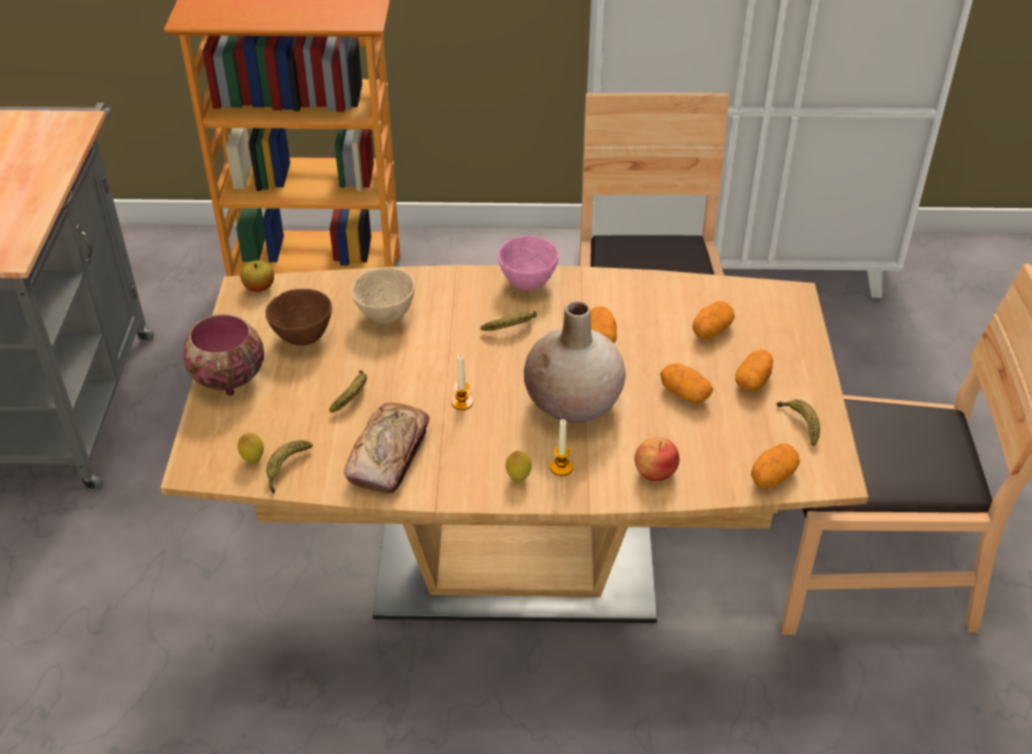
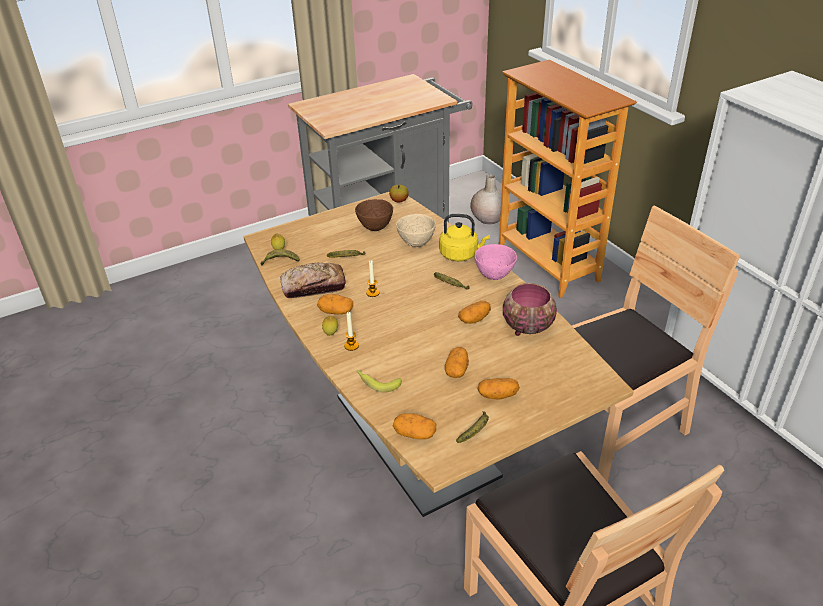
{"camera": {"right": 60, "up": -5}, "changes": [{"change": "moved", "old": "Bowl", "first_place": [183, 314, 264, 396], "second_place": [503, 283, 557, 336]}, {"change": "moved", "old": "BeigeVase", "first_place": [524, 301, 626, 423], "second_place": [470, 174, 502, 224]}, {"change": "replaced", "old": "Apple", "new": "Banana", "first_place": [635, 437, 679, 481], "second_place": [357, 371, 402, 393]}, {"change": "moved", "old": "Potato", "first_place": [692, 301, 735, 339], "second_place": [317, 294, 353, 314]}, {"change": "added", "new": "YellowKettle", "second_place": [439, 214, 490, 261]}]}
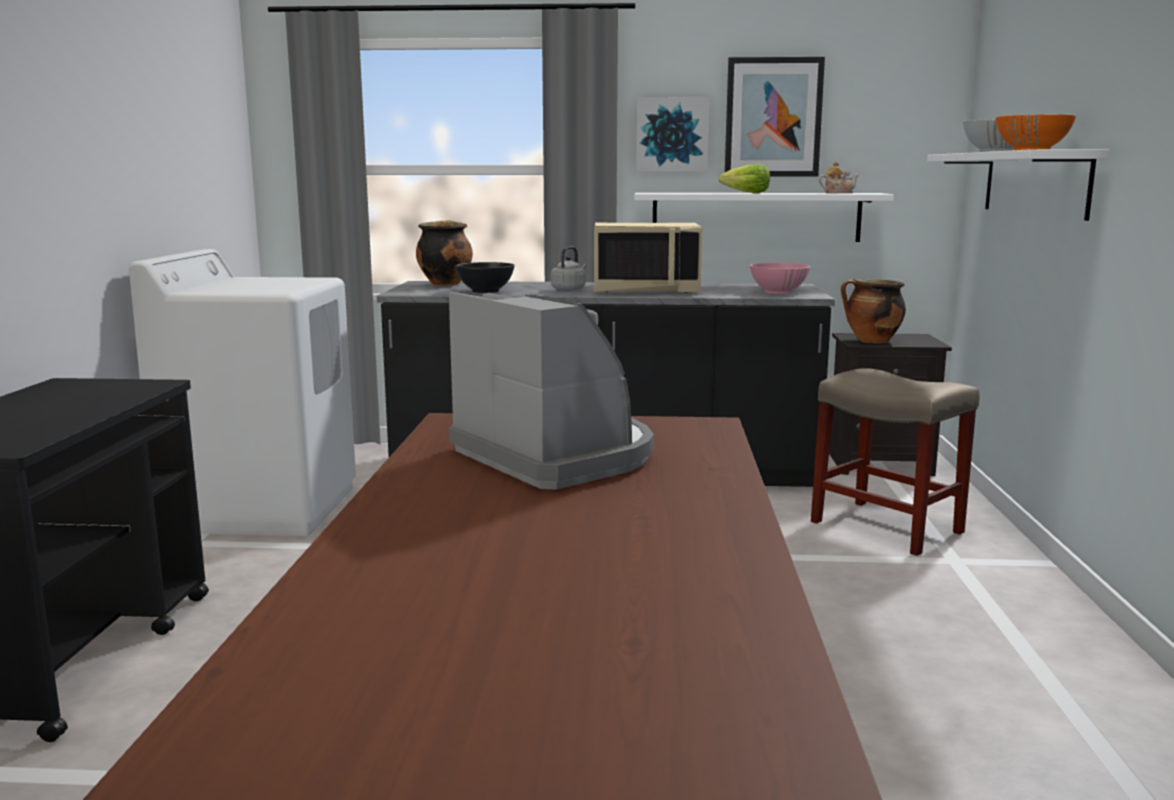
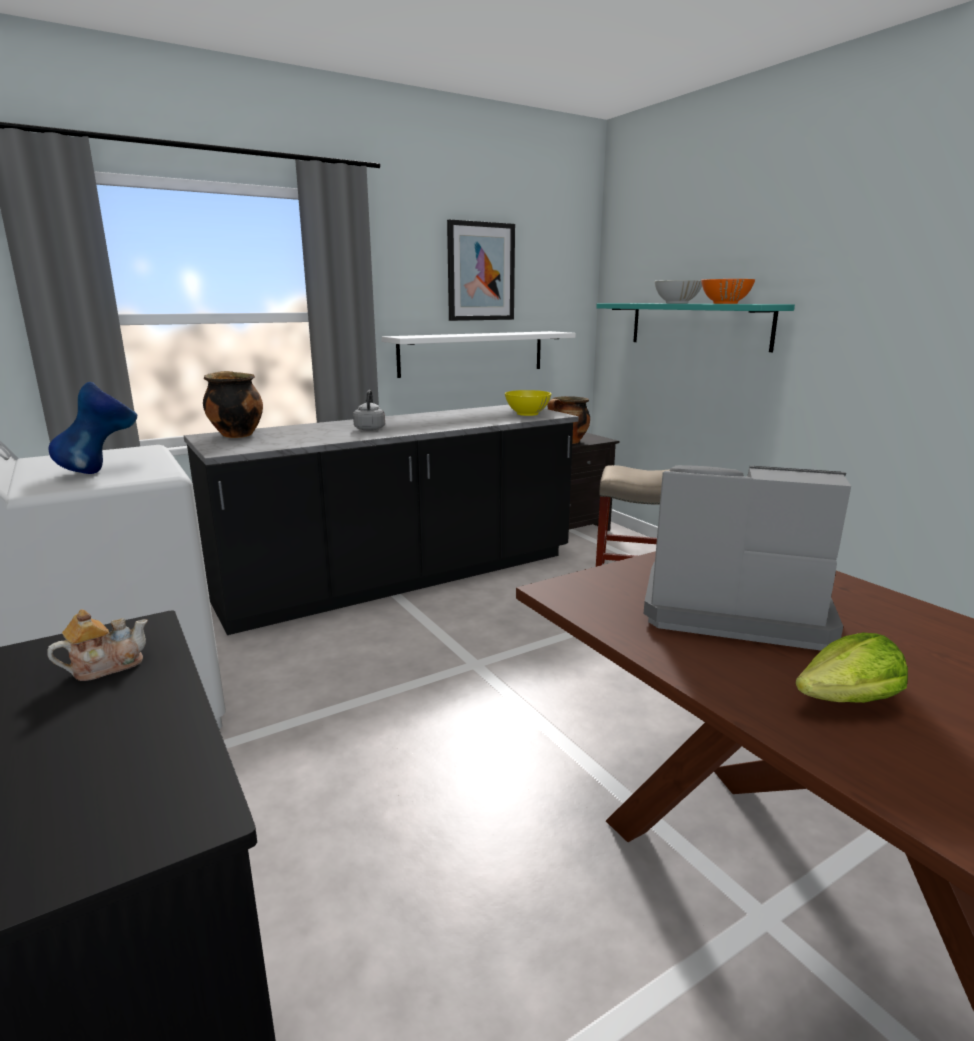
{"camera": {"right": -35, "up": 5}, "changes": [{"change": "removed", "old": "BlackBowl", "first_place": [455, 262, 515, 293]}, {"change": "removed", "old": "BeigeMicrowave", "first_place": [594, 223, 702, 293]}, {"change": "removed", "old": "Picture", "first_place": [636, 97, 710, 171]}, {"change": "moved", "old": "Lettuce", "first_place": [718, 164, 770, 193], "second_place": [795, 633, 908, 703]}, {"change": "recoloured", "old": "PinkBowl", "new": "YellowBowl", "first_place": [750, 263, 810, 294], "second_place": [505, 390, 551, 416]}, {"change": "moved", "old": "Teapot", "first_place": [819, 161, 859, 193], "second_place": [47, 609, 148, 681]}, {"change": "recoloured", "old": "WhiteShelf", "new": "TurquoiseShelf", "first_place": [927, 149, 1109, 221], "second_place": [596, 303, 795, 352]}, {"change": "added", "new": "BlueVase", "second_place": [48, 382, 137, 474]}]}
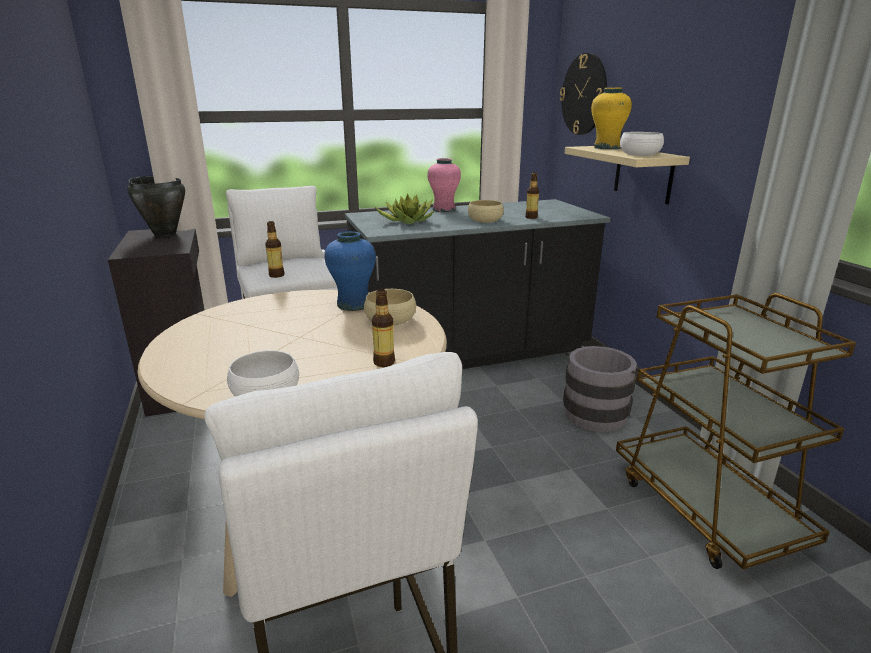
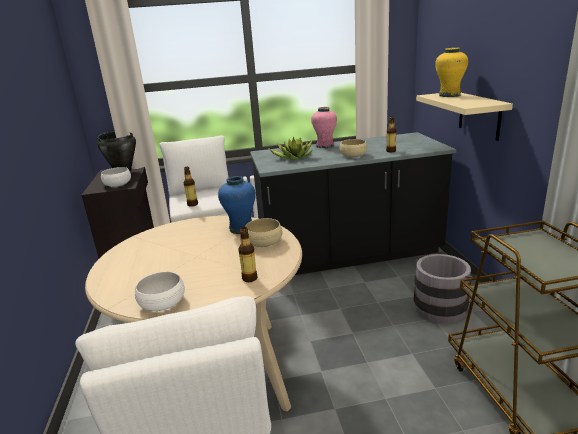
{"camera": {"right": 10, "up": 0}, "changes": [{"change": "removed", "old": "WallClock", "first_place": [560, 53, 607, 135]}, {"change": "moved", "old": "WhiteBowl", "first_place": [620, 132, 664, 156], "second_place": [101, 167, 131, 187]}]}
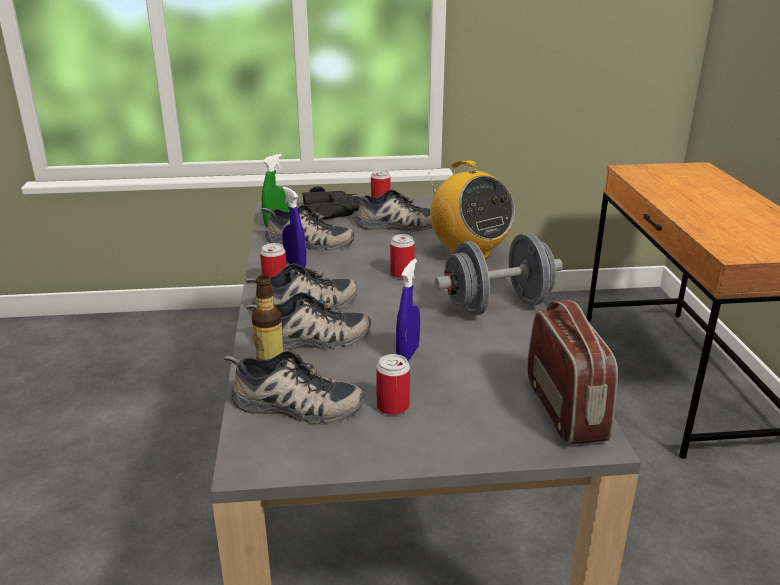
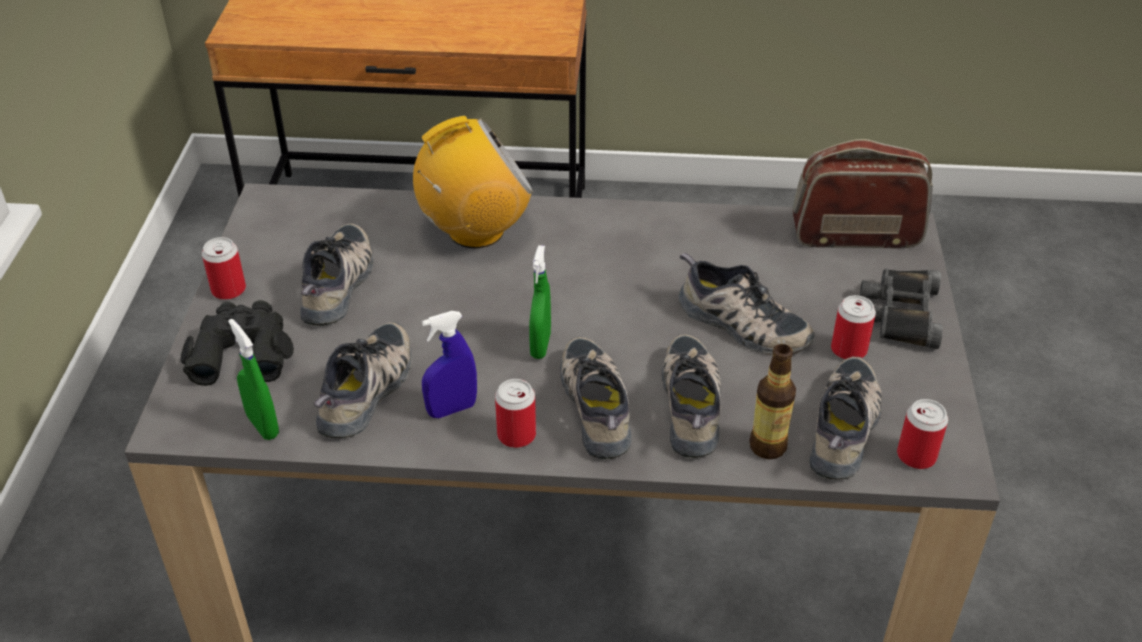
{"camera": {"right": -80, "up": 15}, "changes": [{"change": "moved", "old": "Can", "first_place": [390, 234, 415, 279], "second_place": [897, 399, 948, 469]}, {"change": "replaced", "old": "BlueSprayBottle", "new": "Shoe", "first_place": [396, 259, 420, 361], "second_place": [679, 253, 815, 355]}, {"change": "removed", "old": "GreyDumbbell", "first_place": [435, 233, 563, 316]}, {"change": "added", "new": "GreenSprayBottle", "second_place": [529, 245, 551, 359]}, {"change": "added", "new": "BlackBinoculars", "second_place": [860, 269, 943, 349]}]}
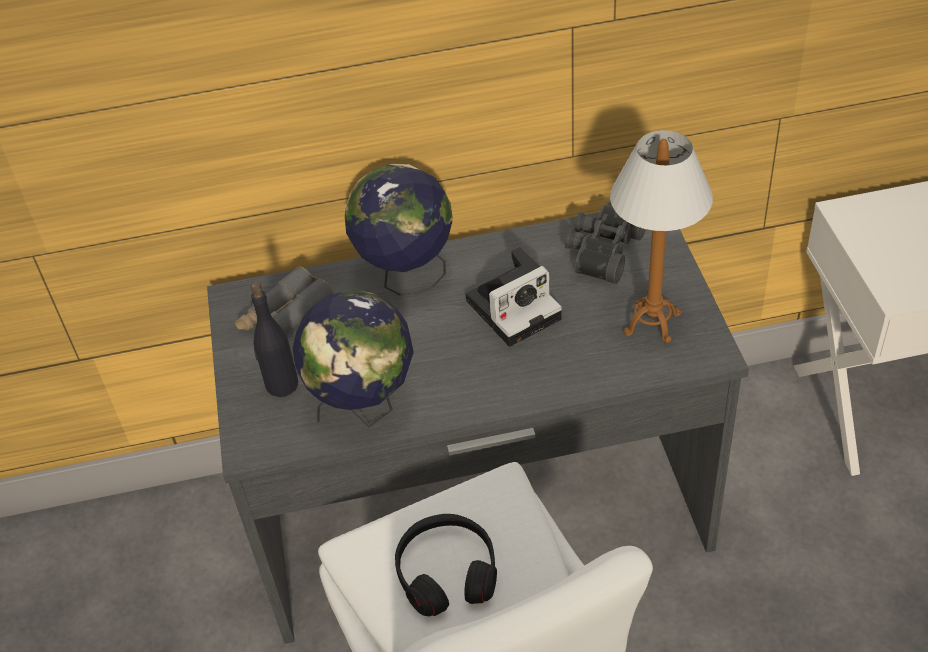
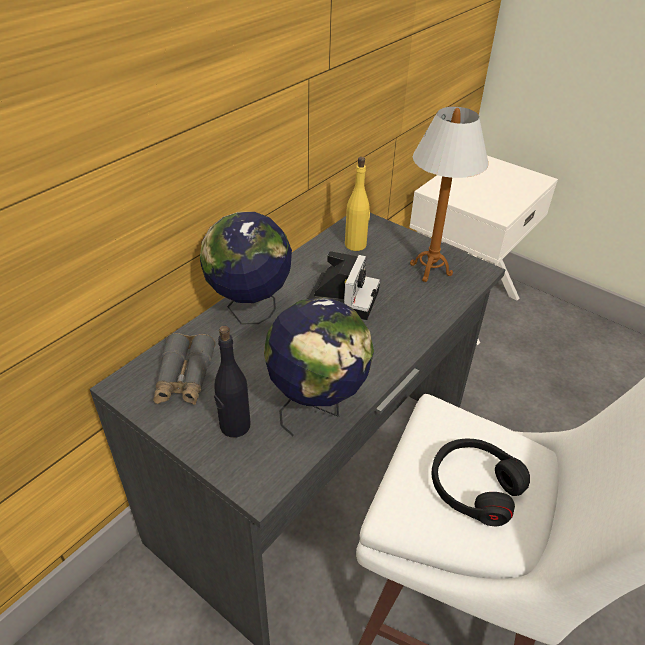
{"camera": {"right": -45, "up": -5}, "changes": [{"change": "replaced", "old": "BlackBinoculars", "new": "YellowBottle", "first_place": [565, 202, 646, 284], "second_place": [345, 157, 370, 251]}]}
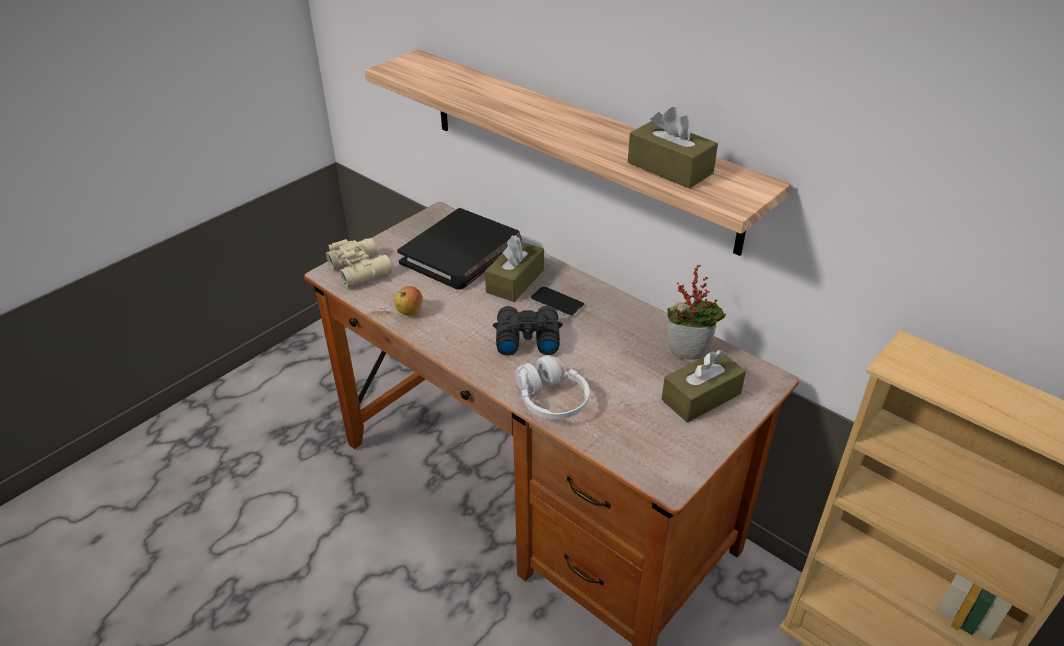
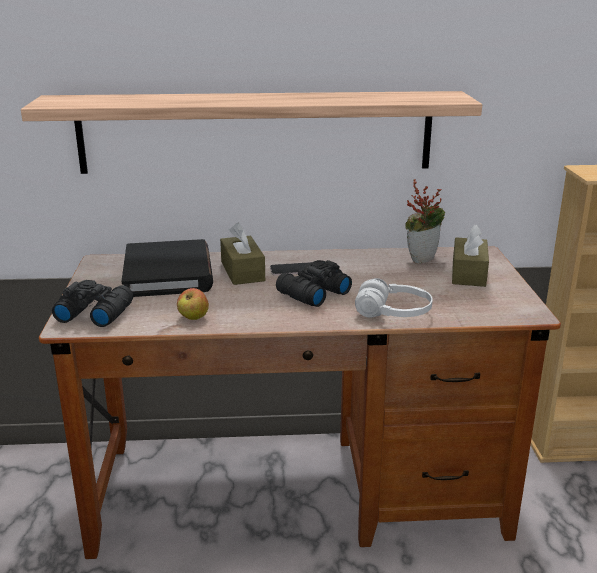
{"camera": {"right": -45, "up": -15}, "changes": [{"change": "recoloured", "old": "BeigeBinoculars", "new": "BlackBinoculars", "first_place": [326, 238, 392, 287], "second_place": [52, 280, 133, 327]}, {"change": "removed", "old": "BrownTissueBox", "first_place": [628, 107, 718, 189]}]}
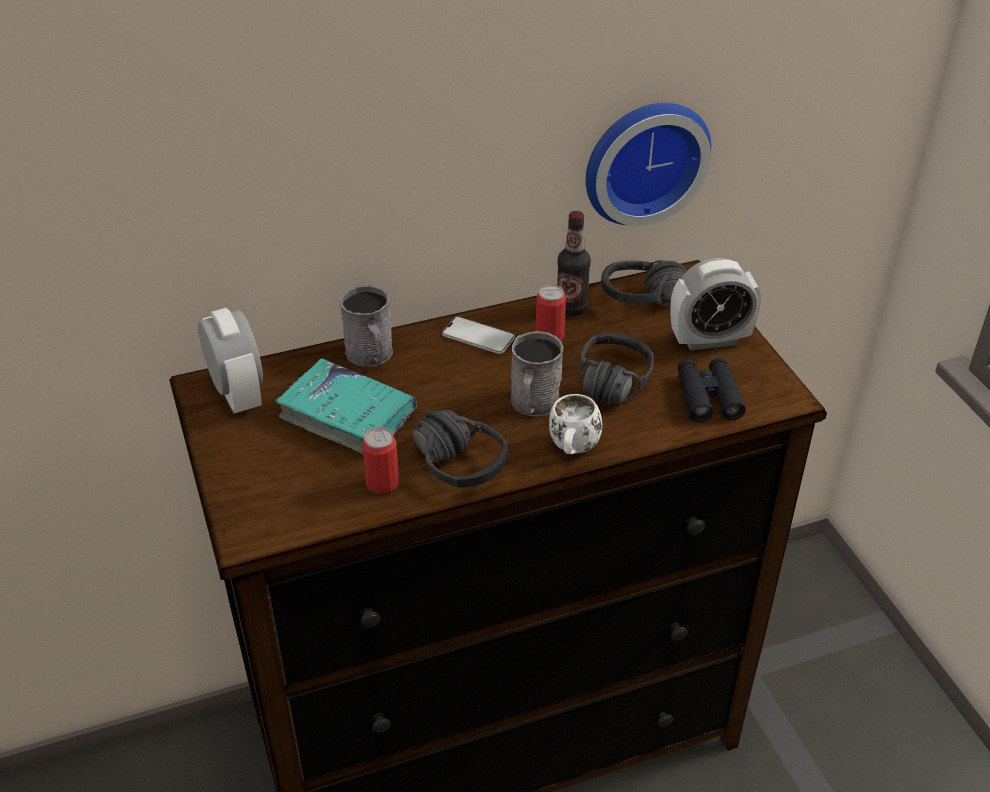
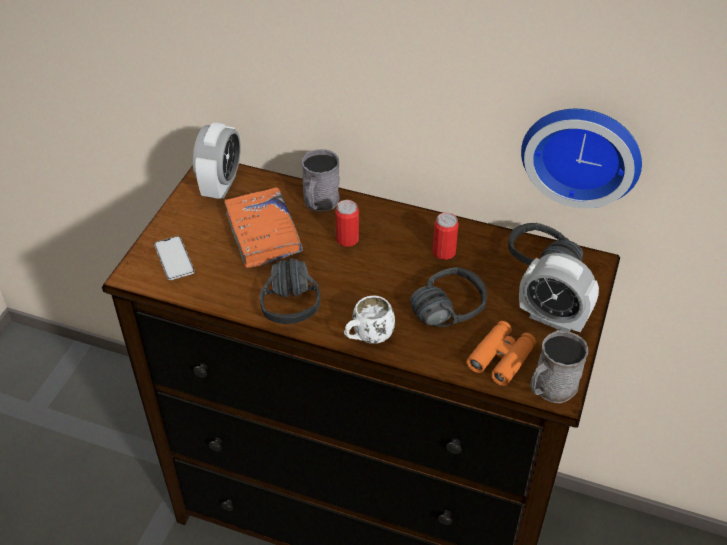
{"camera": {"right": 40, "up": 5}, "changes": [{"change": "recoloured", "old": "TurquoiseBook", "new": "OrangeBook", "first_place": [275, 358, 417, 454], "second_place": [224, 188, 303, 268]}, {"change": "moved", "old": "Can", "first_place": [362, 428, 399, 494], "second_place": [335, 200, 359, 247]}, {"change": "moved", "old": "Phone", "first_place": [442, 316, 515, 354], "second_place": [154, 236, 195, 280]}, {"change": "moved", "old": "GreyMug", "first_place": [511, 331, 563, 417], "second_place": [530, 330, 588, 403]}, {"change": "removed", "old": "Bottle", "first_place": [557, 211, 591, 316]}, {"change": "recoloured", "old": "BlackBinoculars", "new": "OrangeBinoculars", "first_place": [678, 358, 746, 422], "second_place": [466, 321, 536, 386]}]}
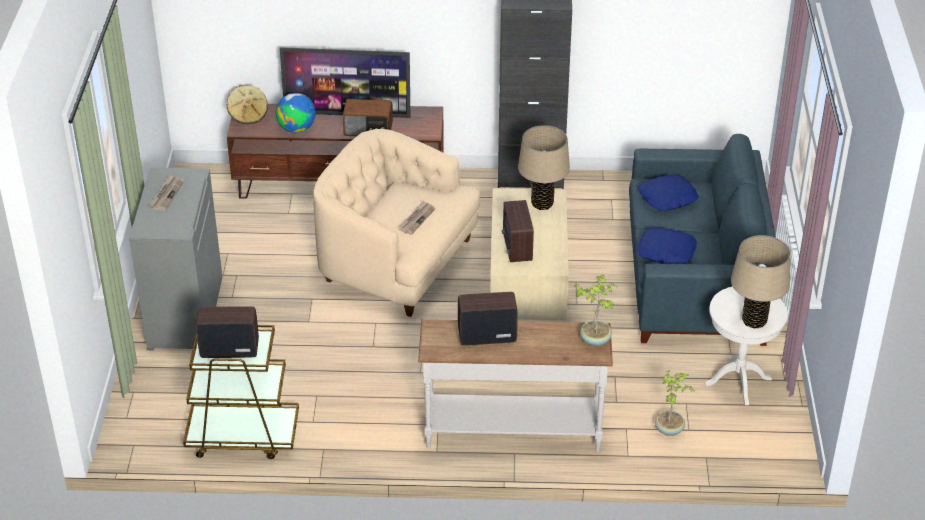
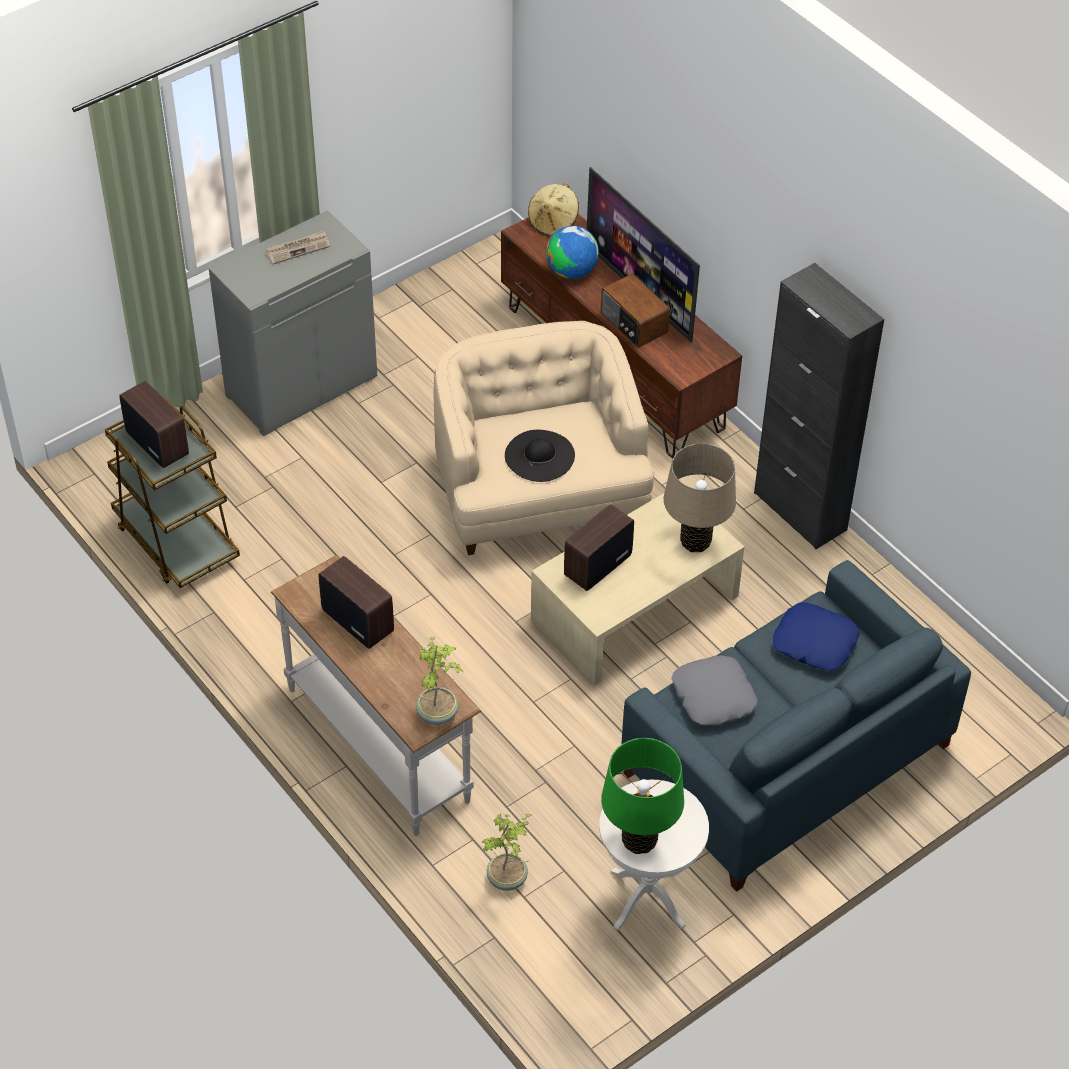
{"camera": {"right": 50, "up": 10}, "changes": [{"change": "replaced", "old": "Newspaper", "new": "BlackHat", "first_place": [398, 200, 435, 235], "second_place": [505, 430, 575, 482]}, {"change": "recoloured", "old": "BluePillow", "new": "GreyPillow", "first_place": [637, 227, 697, 264], "second_place": [671, 656, 758, 726]}, {"change": "recoloured", "old": "BeigeTableLamp", "new": "GreenTableLamp", "first_place": [731, 235, 791, 329], "second_place": [601, 738, 684, 854]}]}
